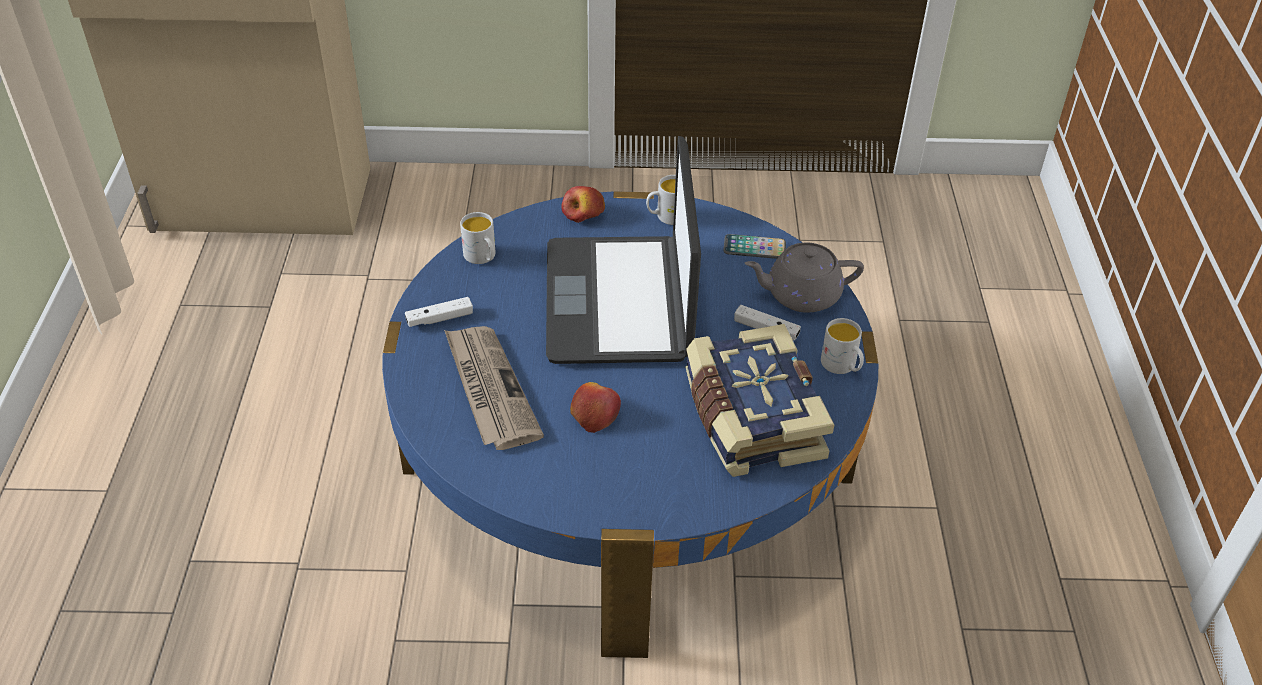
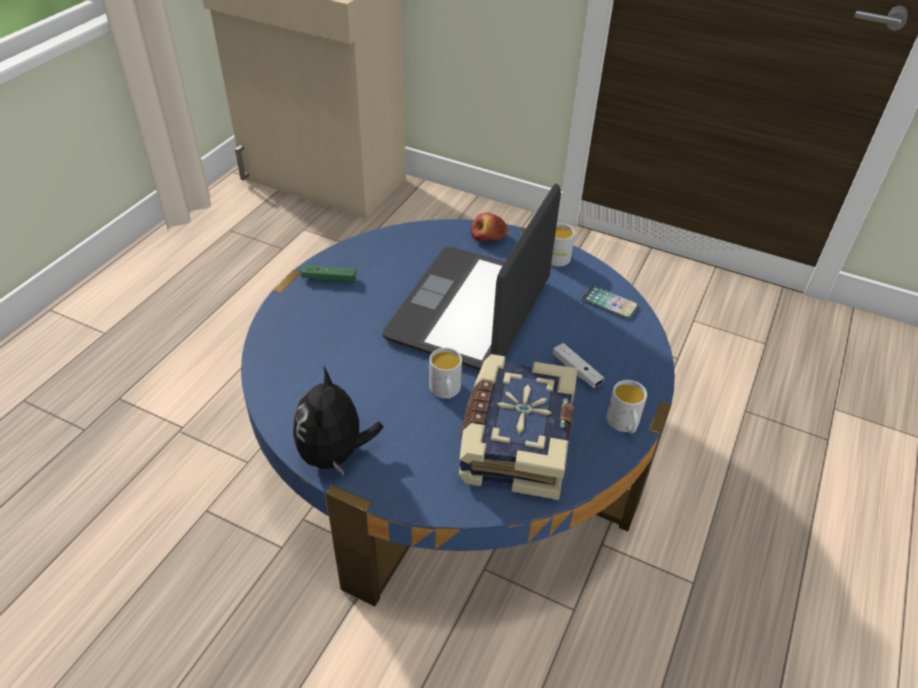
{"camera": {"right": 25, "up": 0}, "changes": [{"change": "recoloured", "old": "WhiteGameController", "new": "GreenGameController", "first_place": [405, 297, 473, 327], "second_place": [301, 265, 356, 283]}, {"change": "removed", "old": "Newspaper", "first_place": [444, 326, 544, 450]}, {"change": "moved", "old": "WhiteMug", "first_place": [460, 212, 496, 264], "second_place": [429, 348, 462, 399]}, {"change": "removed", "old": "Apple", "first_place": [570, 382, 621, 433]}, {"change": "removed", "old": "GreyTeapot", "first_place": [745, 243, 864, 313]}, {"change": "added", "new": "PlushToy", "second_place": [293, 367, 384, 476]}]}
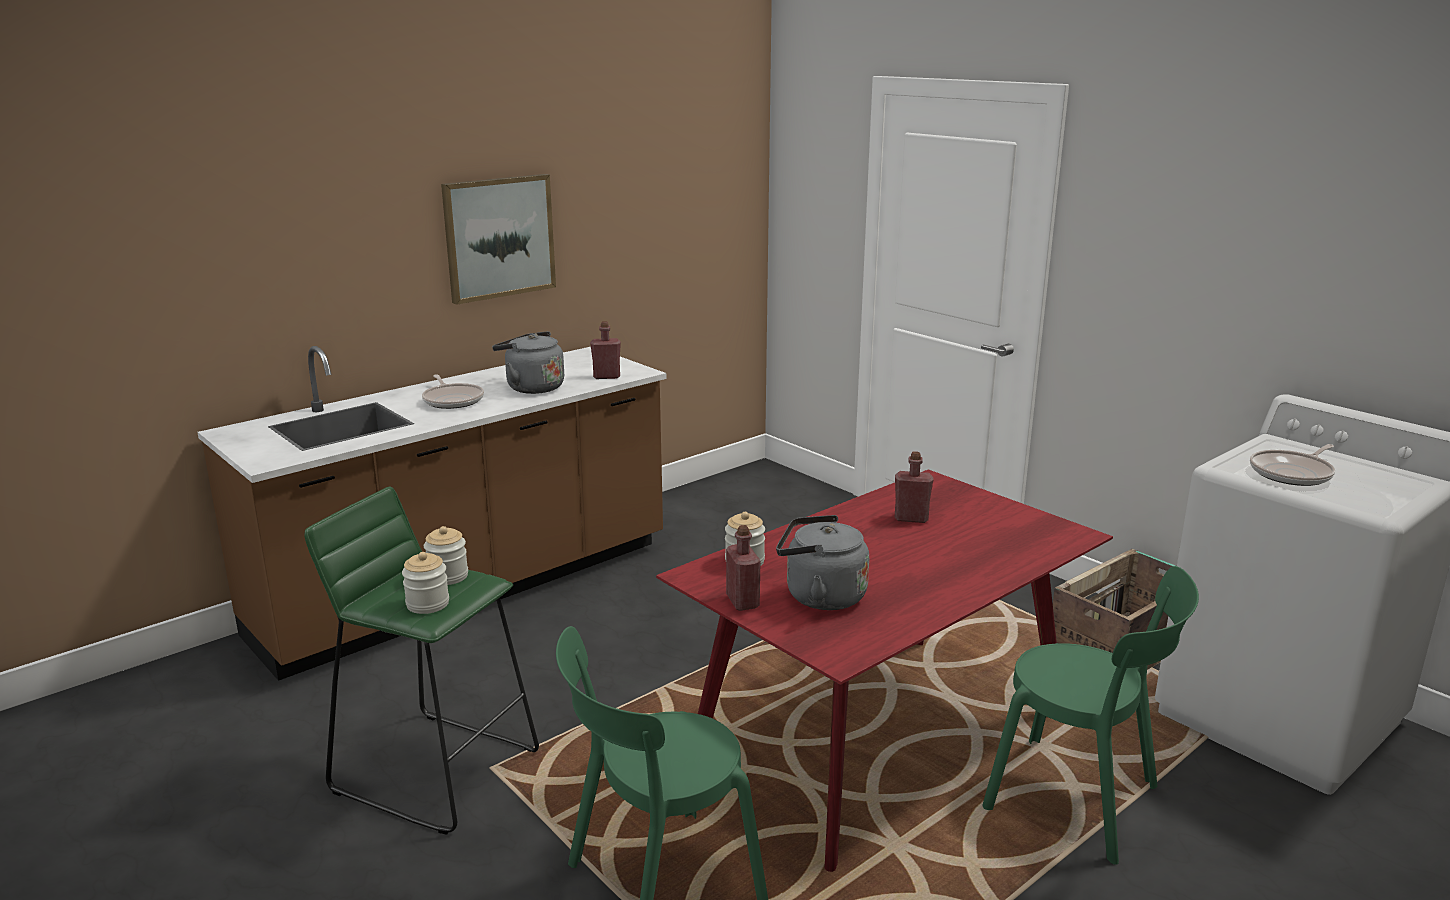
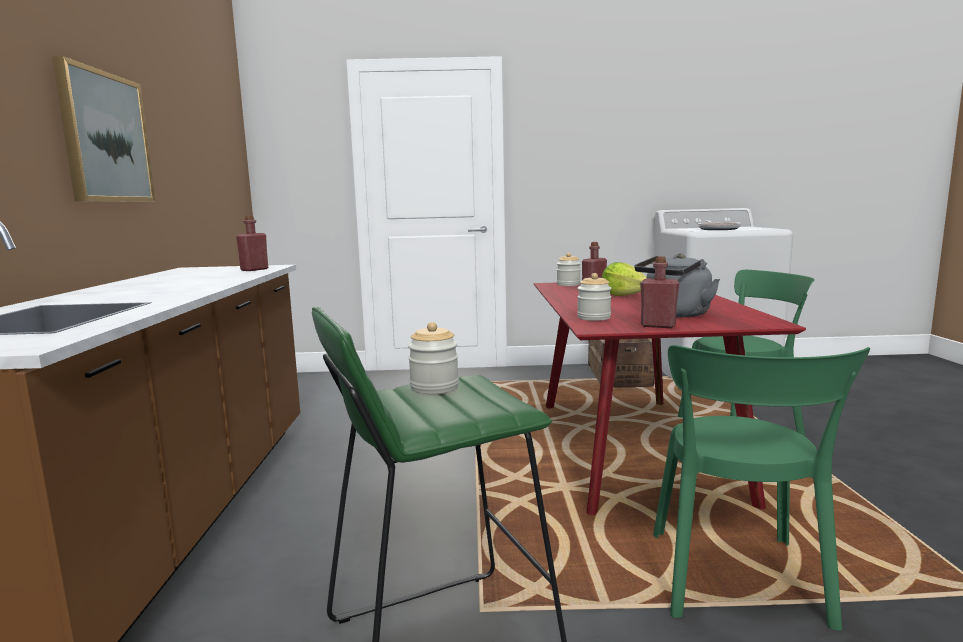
{"camera": {"right": -50, "up": -10}, "changes": [{"change": "moved", "old": "Jar", "first_place": [402, 552, 449, 614], "second_place": [557, 253, 581, 286]}, {"change": "removed", "old": "FryingPan", "first_place": [422, 374, 484, 409]}, {"change": "removed", "old": "GreyKettle", "first_place": [492, 331, 564, 394]}, {"change": "added", "new": "Lettuce", "second_place": [602, 262, 647, 296]}]}
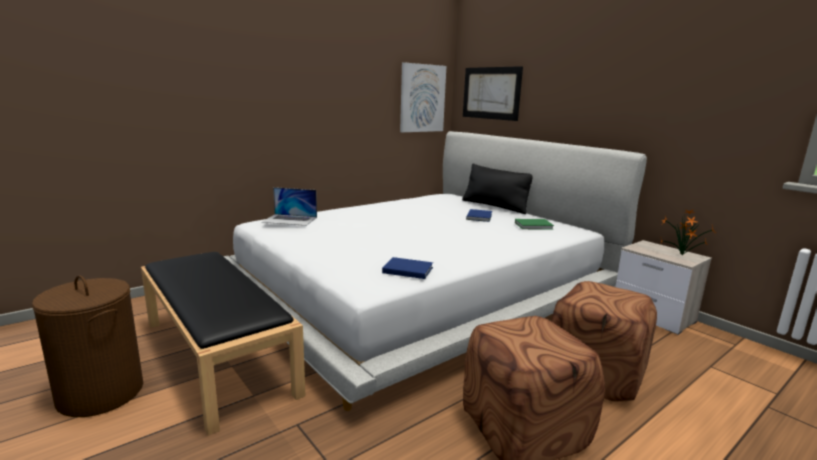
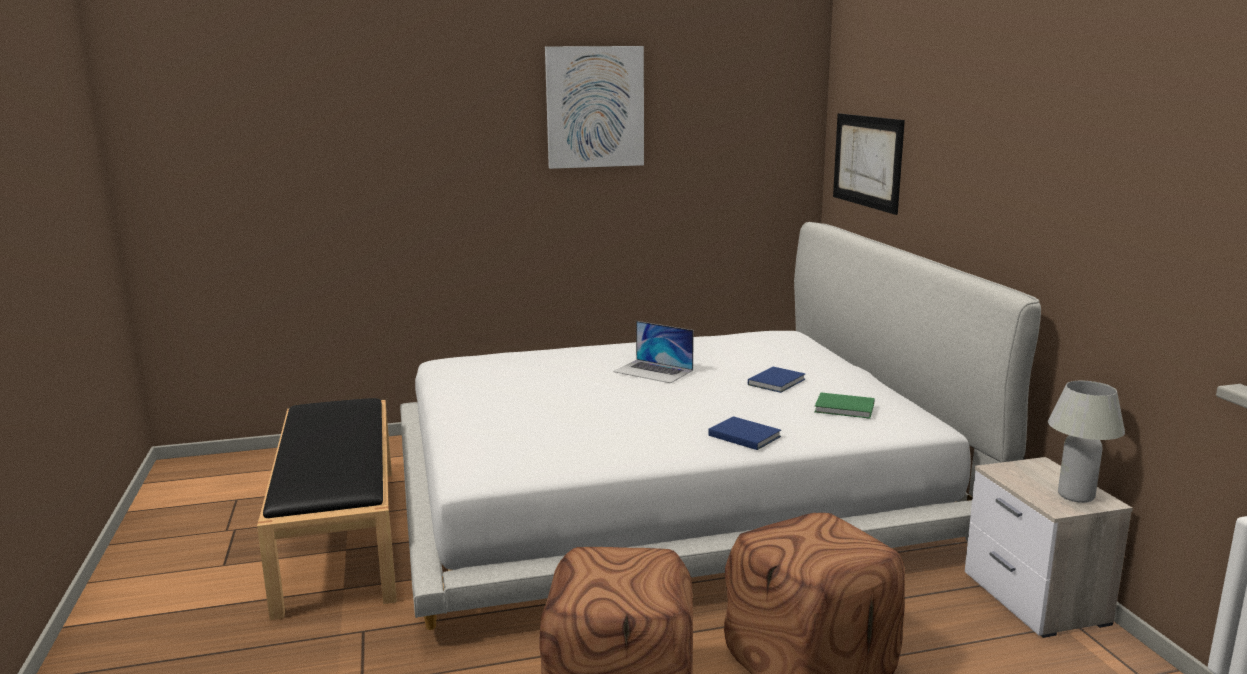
{"camera": {"right": 25, "up": 0}, "changes": [{"change": "removed", "old": "BrownLaundryBasket", "first_place": [32, 275, 143, 417]}, {"change": "moved", "old": "Laptop", "first_place": [262, 187, 317, 226], "second_place": [613, 321, 694, 383]}, {"change": "moved", "old": "BlueBook", "first_place": [382, 257, 433, 279], "second_place": [708, 416, 781, 450]}, {"change": "moved", "old": "Picture", "first_place": [400, 62, 446, 132], "second_place": [545, 46, 644, 169]}, {"change": "removed", "old": "BlackPillow", "first_place": [462, 164, 532, 214]}, {"change": "replaced", "old": "PottedPlant", "new": "WhiteTableLamp", "first_place": [661, 209, 716, 255], "second_place": [1048, 381, 1125, 503]}]}
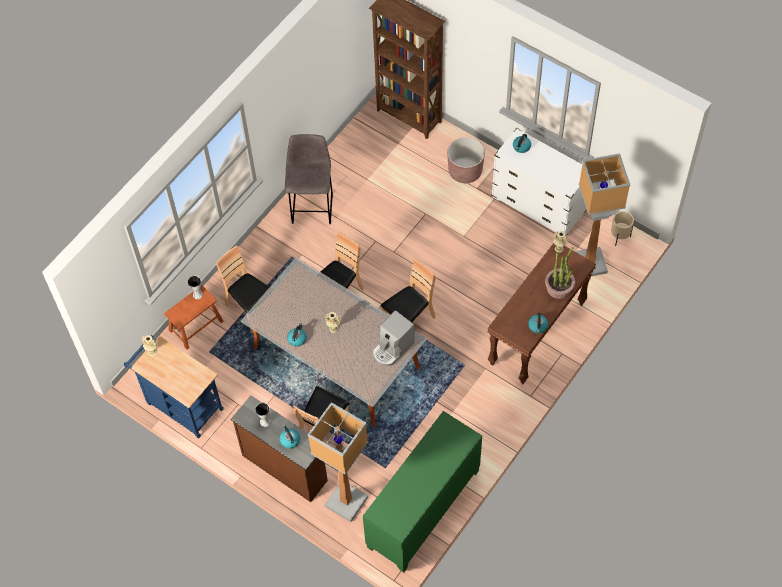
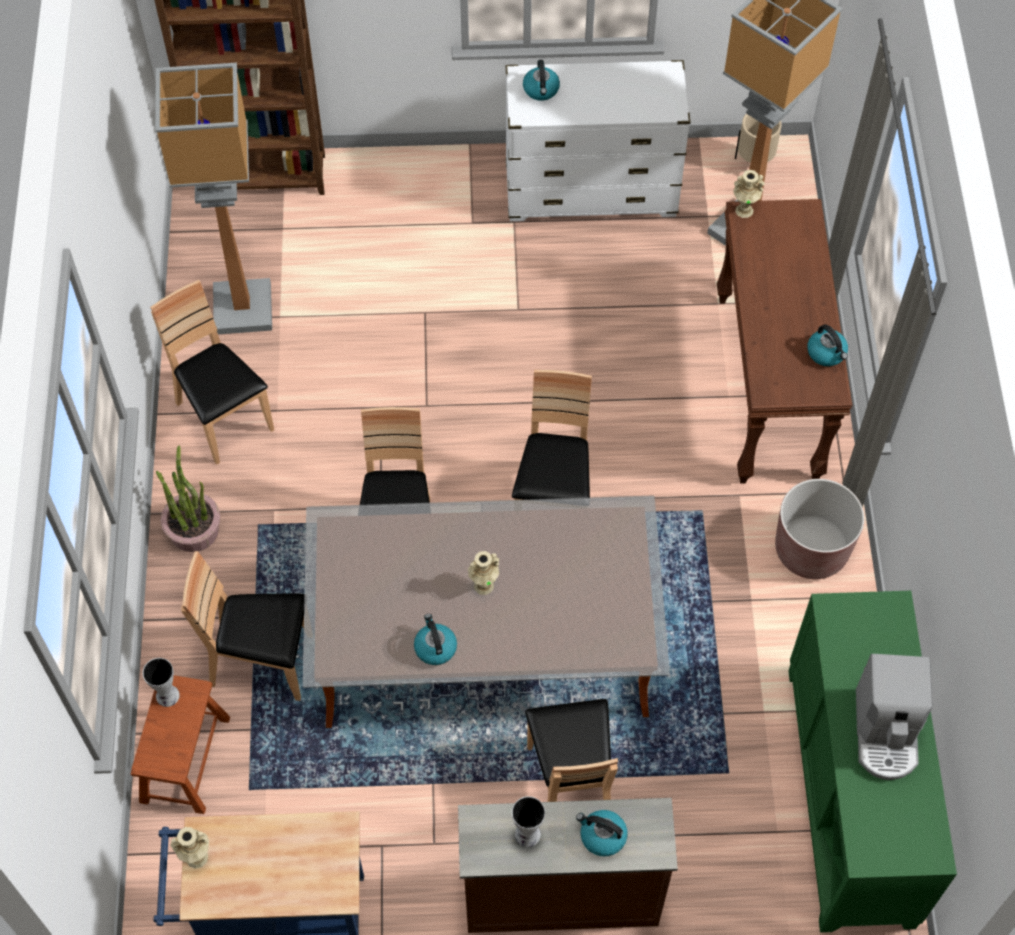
{"camera": {"right": -40, "up": 0}, "changes": [{"change": "replaced", "old": "GreyStool", "new": "BrownChair", "first_place": [285, 134, 333, 224], "second_place": [150, 280, 274, 465]}, {"change": "moved", "old": "FloorLamp", "first_place": [307, 402, 368, 522], "second_place": [155, 63, 272, 334]}, {"change": "moved", "old": "CoffeeMachine", "first_place": [373, 310, 415, 366], "second_place": [856, 654, 933, 780]}, {"change": "moved", "old": "BrownPlanter", "first_place": [447, 137, 485, 183], "second_place": [775, 479, 864, 579]}, {"change": "moved", "old": "PottedPlant", "first_place": [545, 247, 575, 299], "second_place": [156, 446, 220, 552]}]}
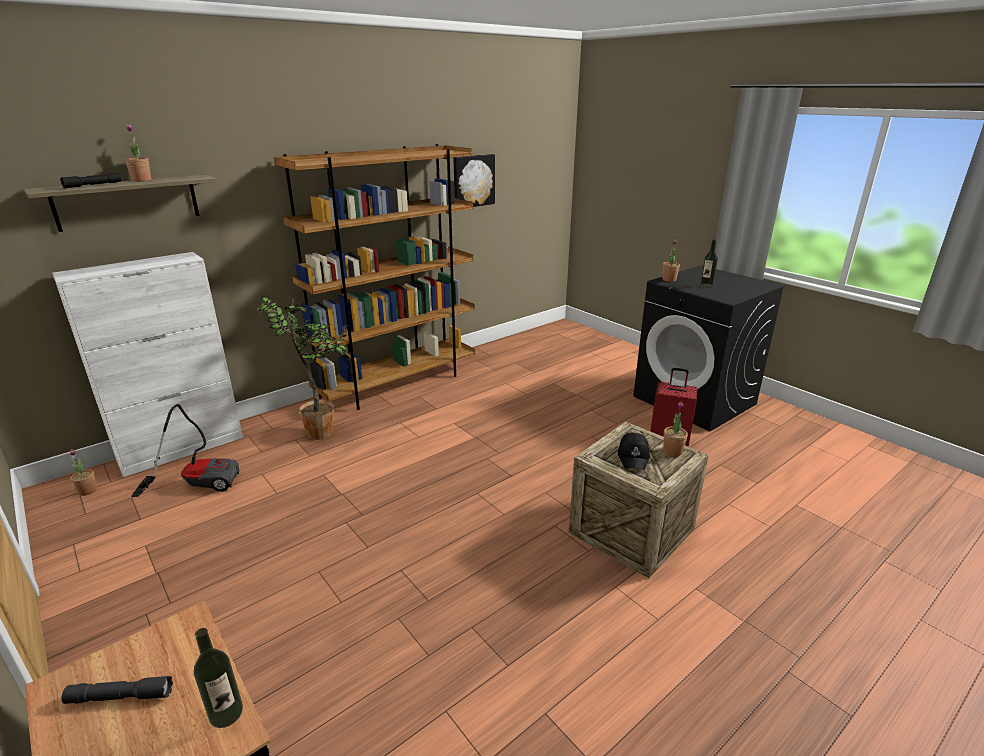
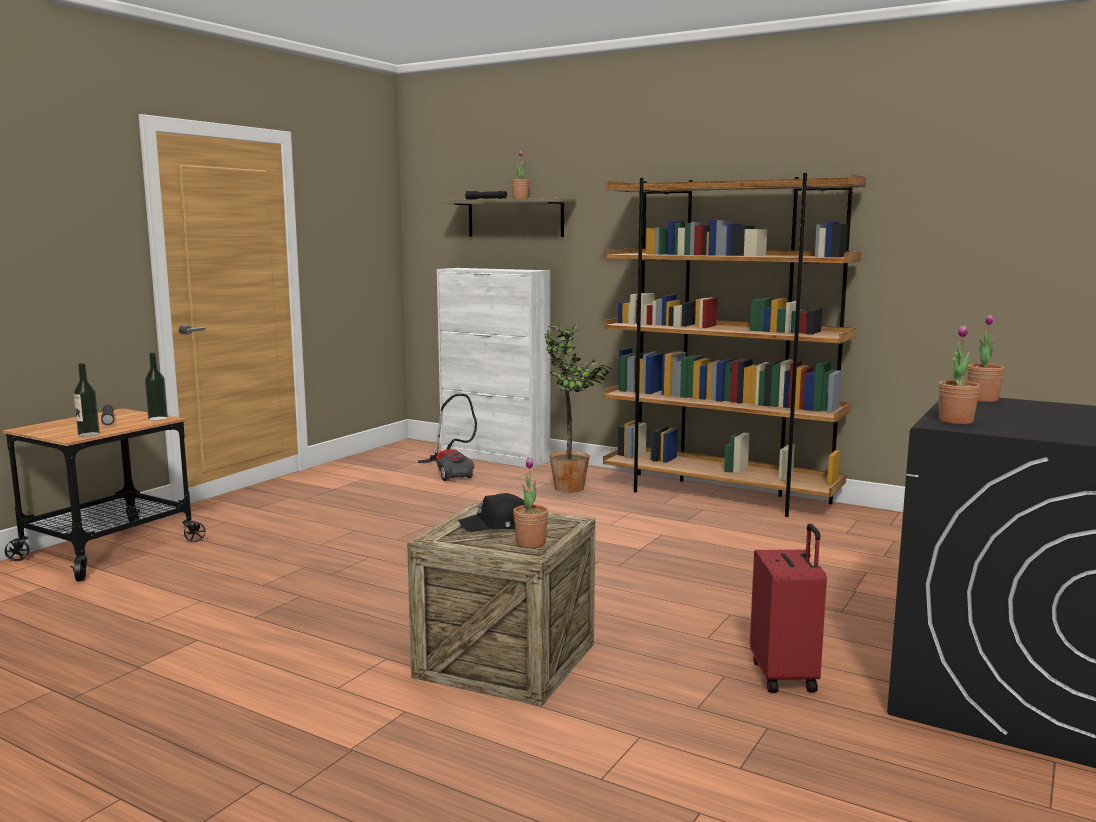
{"camera": {"right": 70, "up": -15}, "changes": [{"change": "moved", "old": "PottedPlant", "first_place": [70, 449, 97, 496], "second_place": [938, 325, 980, 424]}, {"change": "removed", "old": "Picture", "first_place": [453, 154, 495, 207]}, {"change": "moved", "old": "Bottle", "first_place": [700, 239, 718, 288], "second_place": [145, 352, 168, 421]}]}
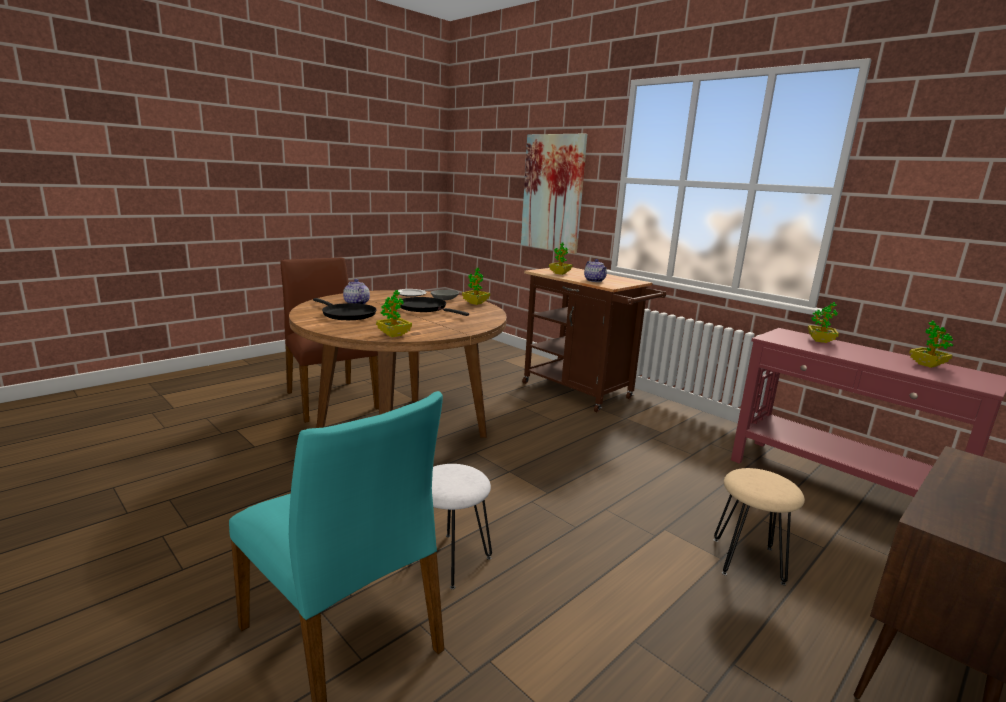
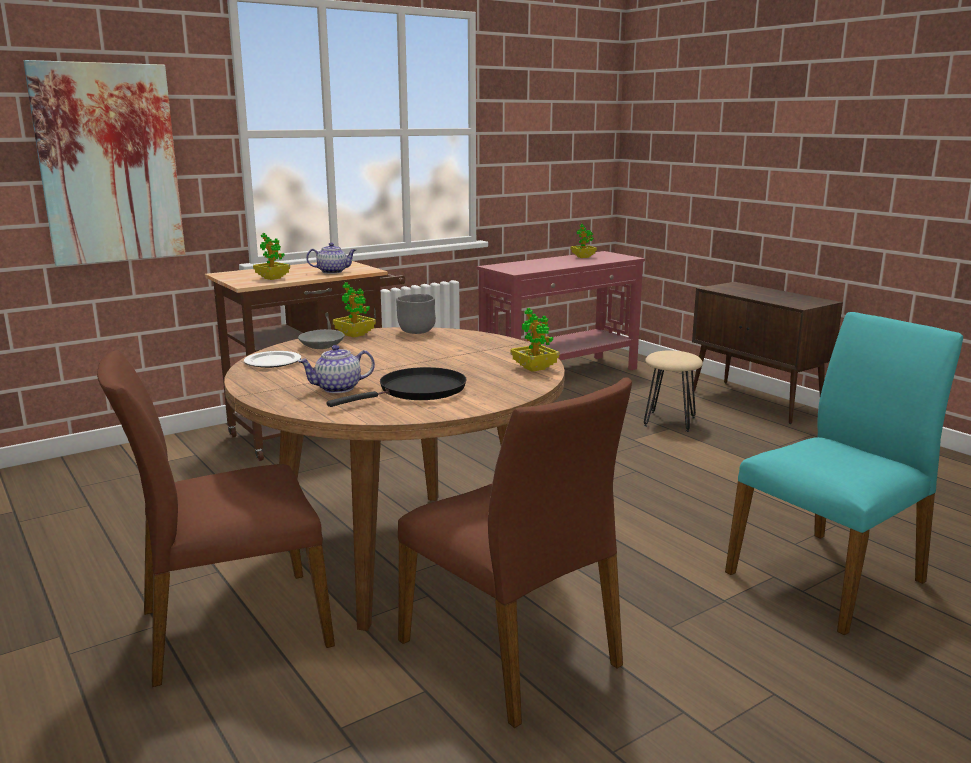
{"camera": {"right": -80, "up": 0}, "changes": [{"change": "removed", "old": "BlackFryingPan", "first_place": [400, 297, 469, 316]}, {"change": "removed", "old": "WhiteStool", "first_place": [411, 464, 492, 589]}, {"change": "removed", "old": "PottedPlant", "first_place": [808, 302, 839, 343]}, {"change": "added", "new": "GreyBowl", "second_place": [396, 294, 436, 334]}, {"change": "added", "new": "BrownChair", "second_place": [398, 377, 632, 728]}]}
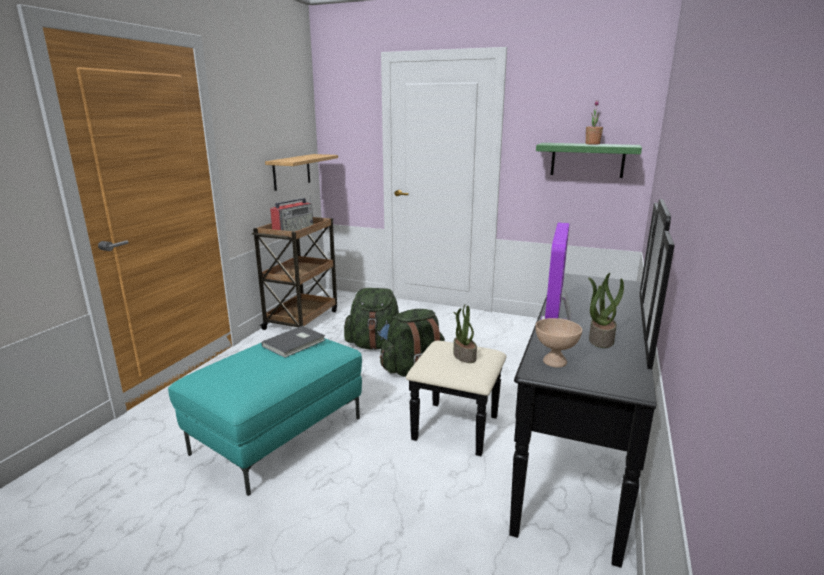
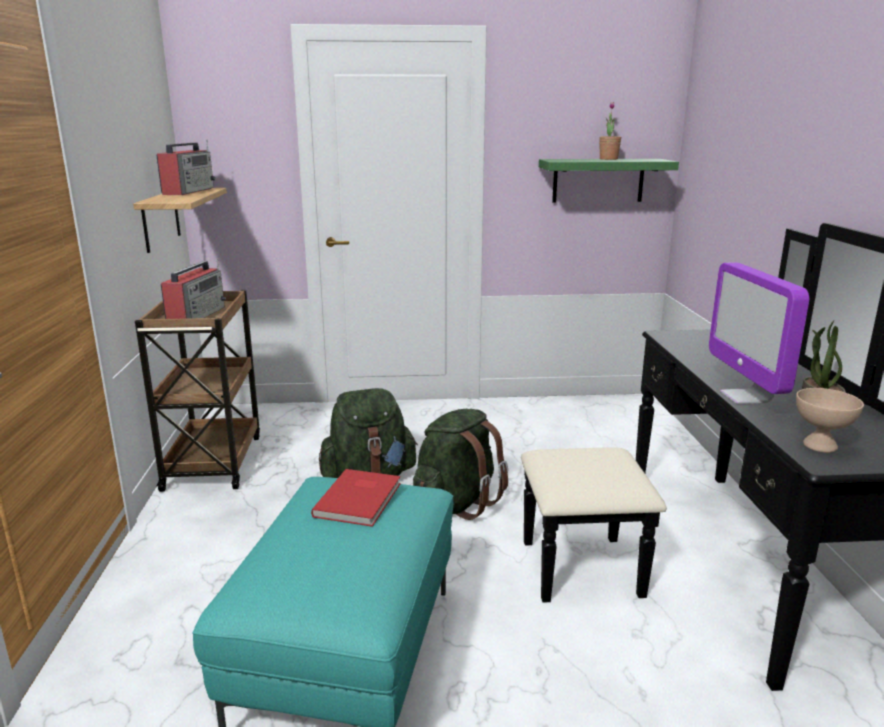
{"camera": {"right": -25, "up": 0}, "changes": [{"change": "recoloured", "old": "GreyBook", "new": "RedBook", "first_place": [261, 326, 325, 358], "second_place": [311, 469, 401, 527]}, {"change": "removed", "old": "PottedPlant", "first_place": [453, 305, 477, 363]}, {"change": "added", "new": "Radio", "second_place": [156, 140, 215, 195]}]}
